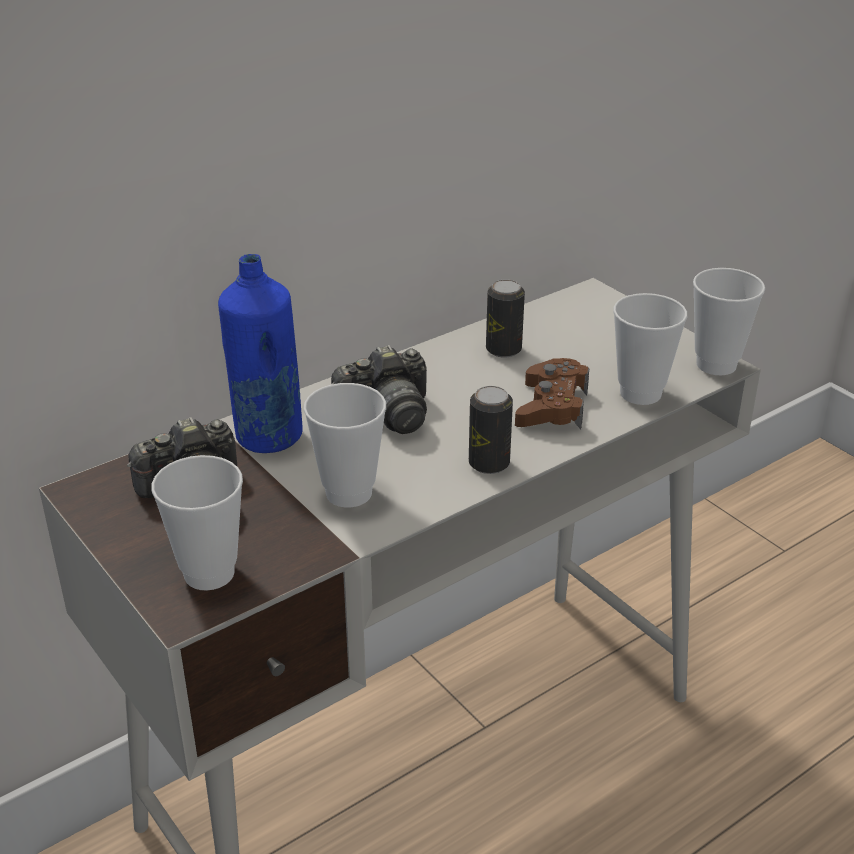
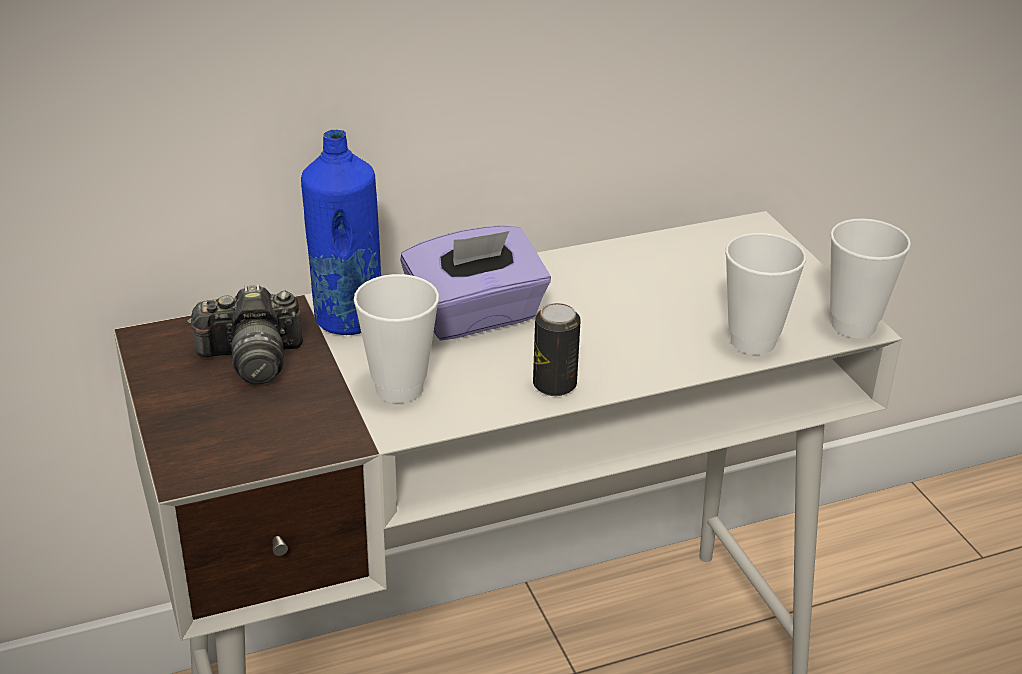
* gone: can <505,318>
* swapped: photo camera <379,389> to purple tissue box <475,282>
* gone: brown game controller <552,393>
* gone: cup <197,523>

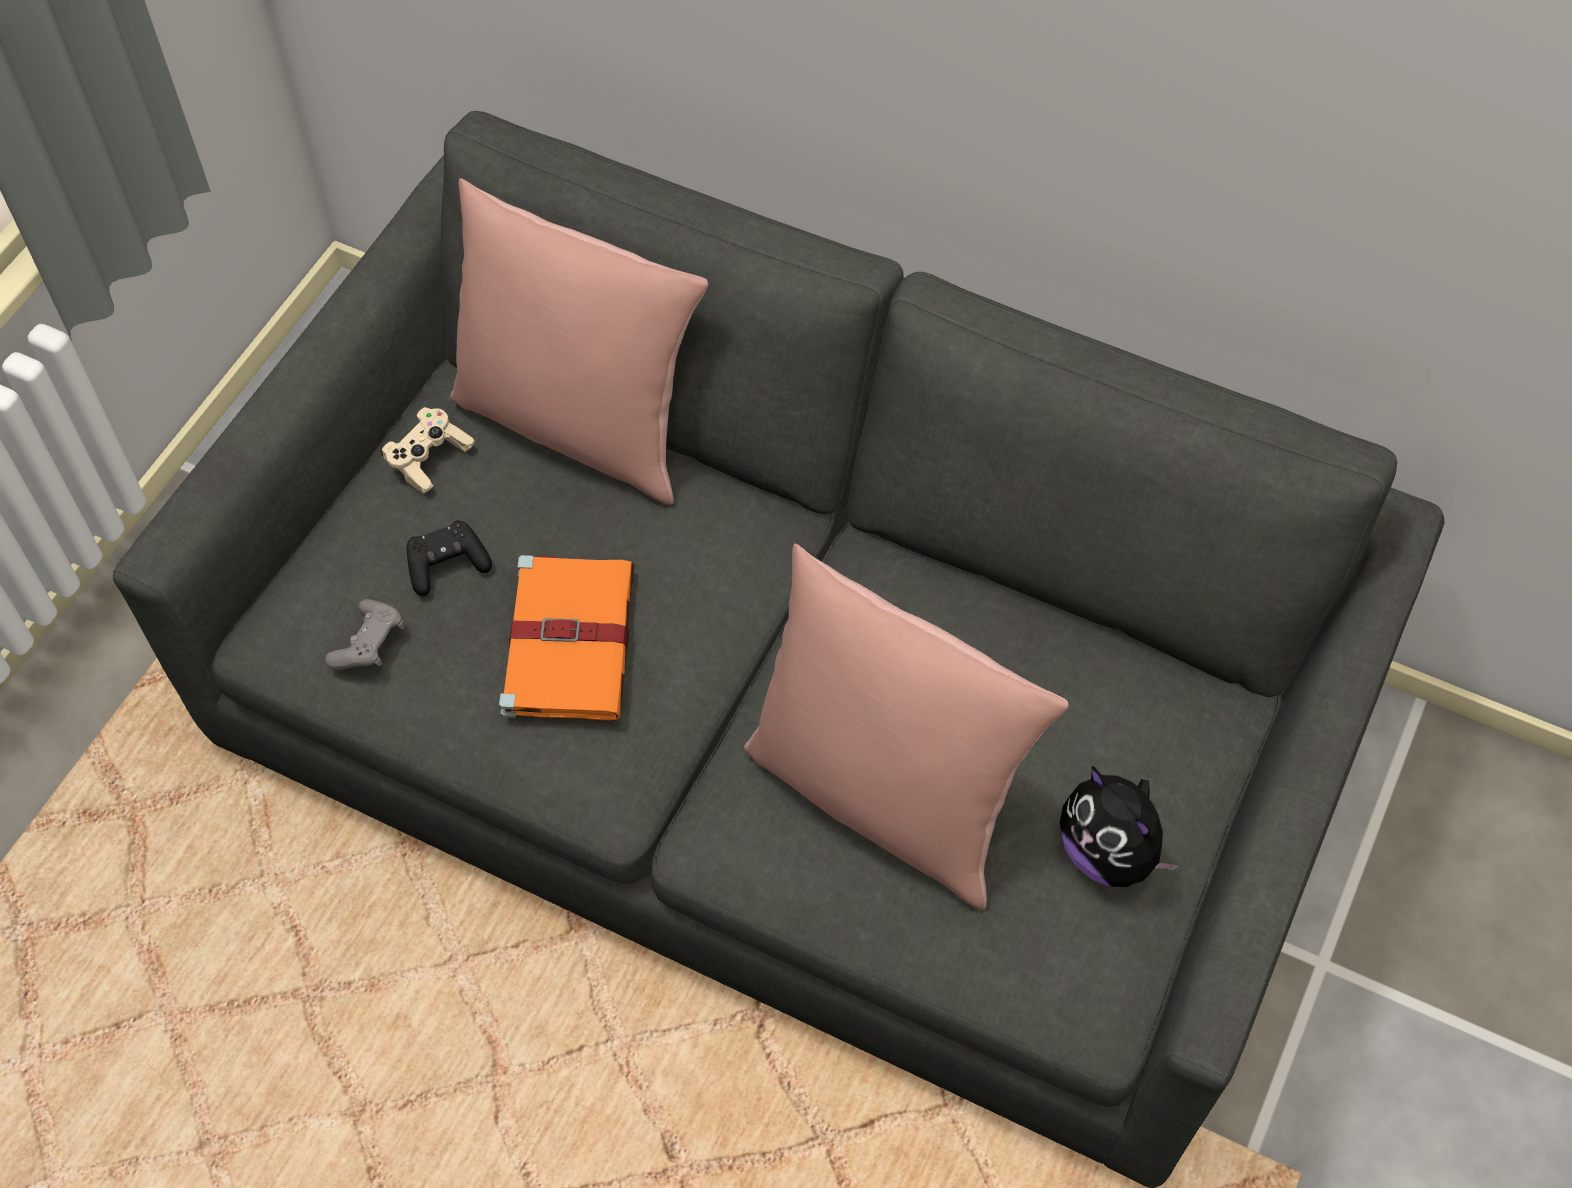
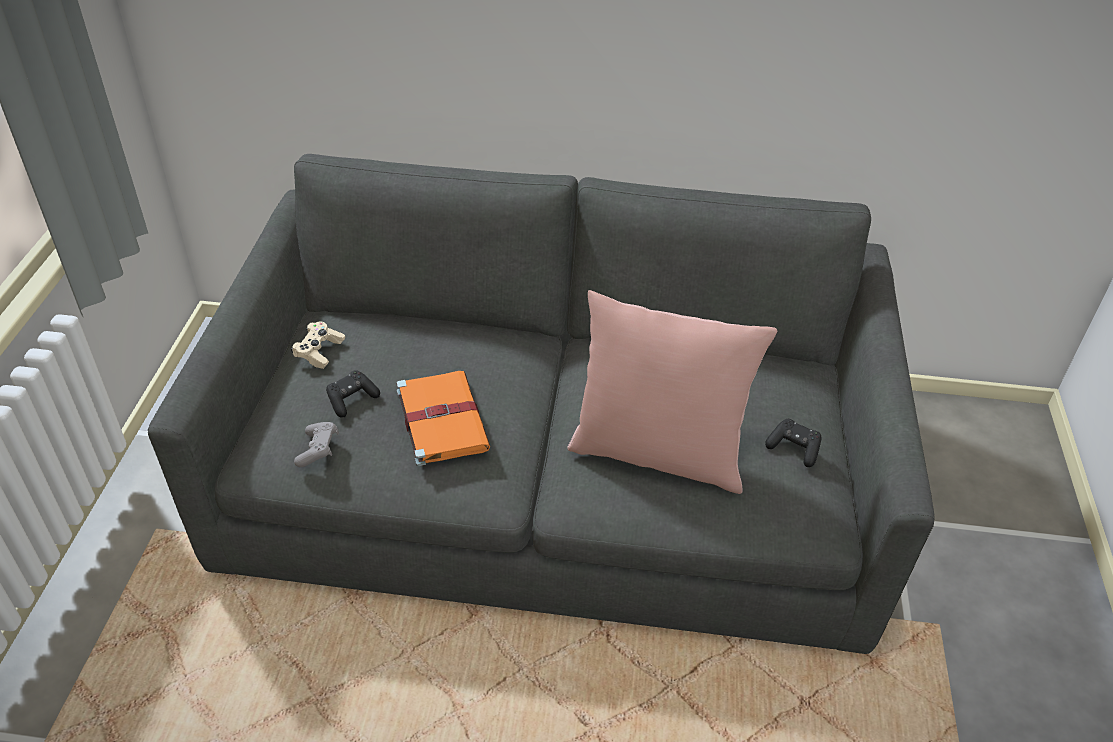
* gone: pink pillow <579,341>
* swapped: plush toy <1119,826> to black game controller <793,443>

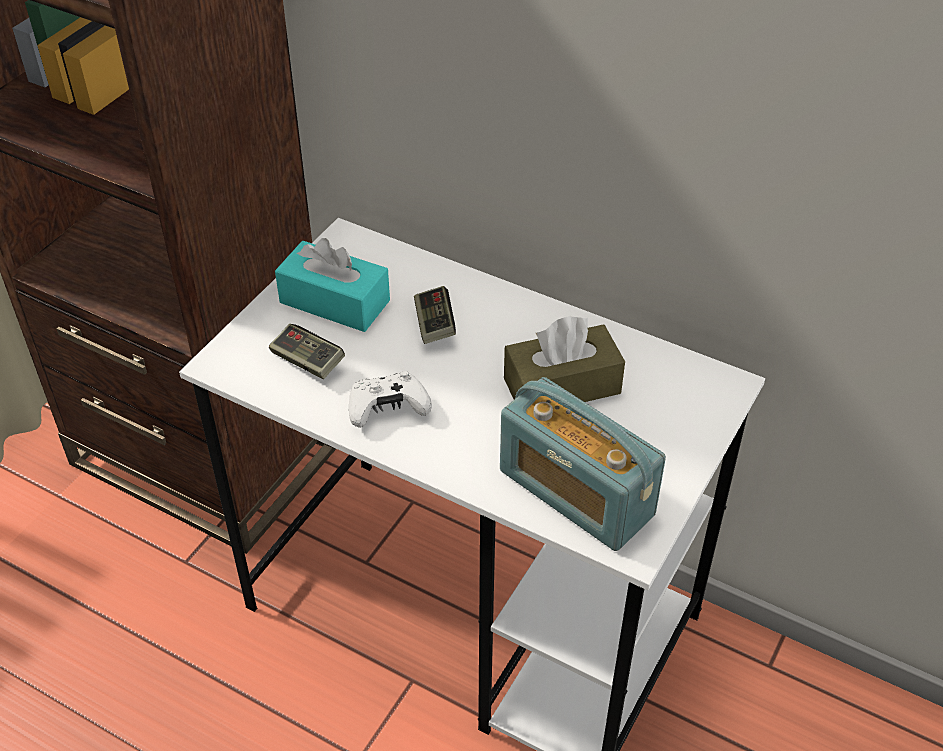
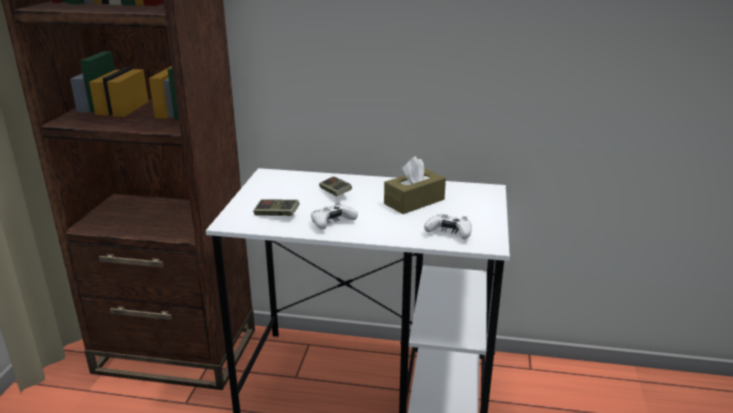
* gone: turquoise tissue box <332,285>
* swapped: radio <583,464> to white game controller <448,226>

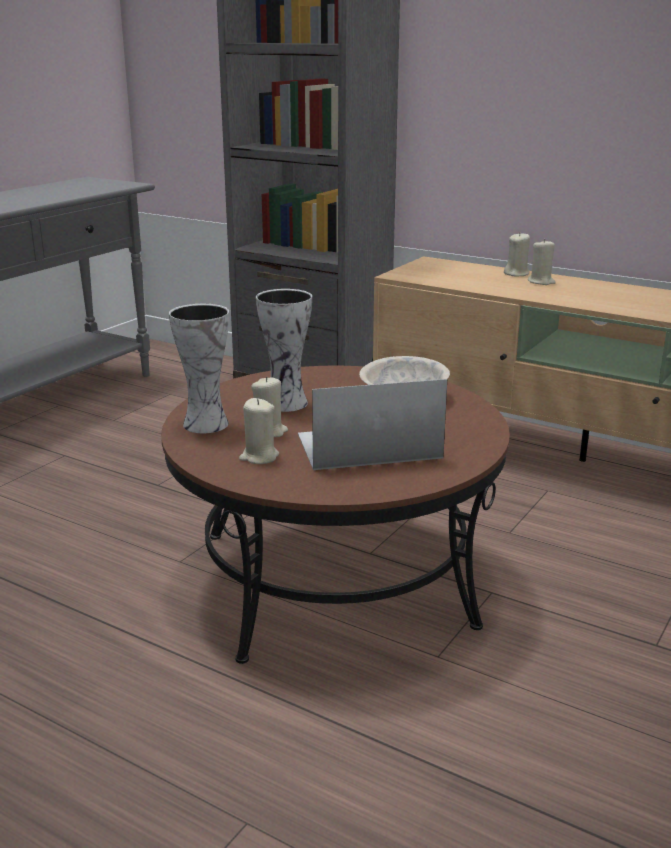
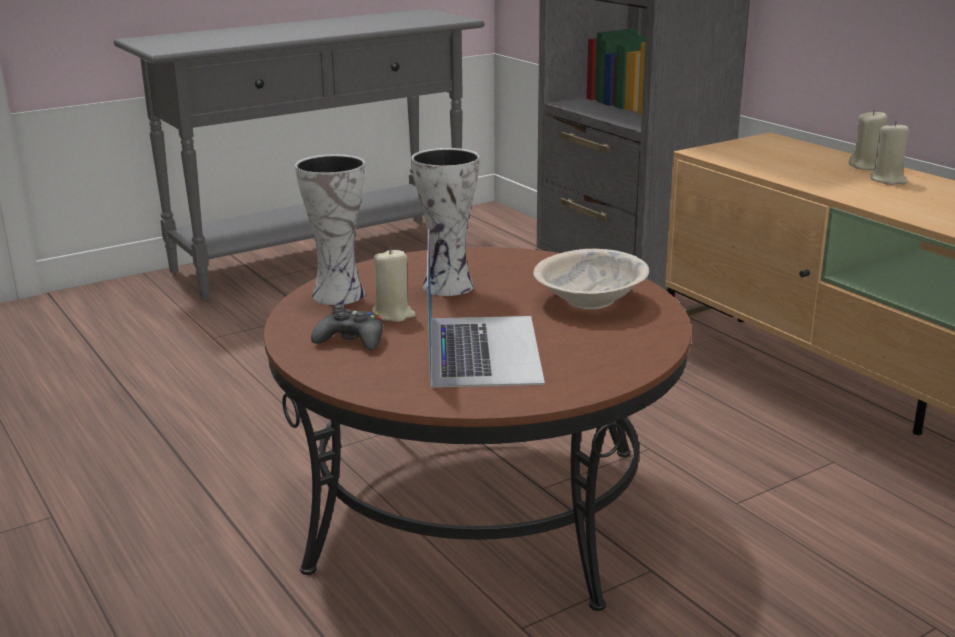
* rotated: laptop <372,424> = <486,308> 75 degrees clockwise
* swapped: beige candle <259,431> to black game controller <347,327>

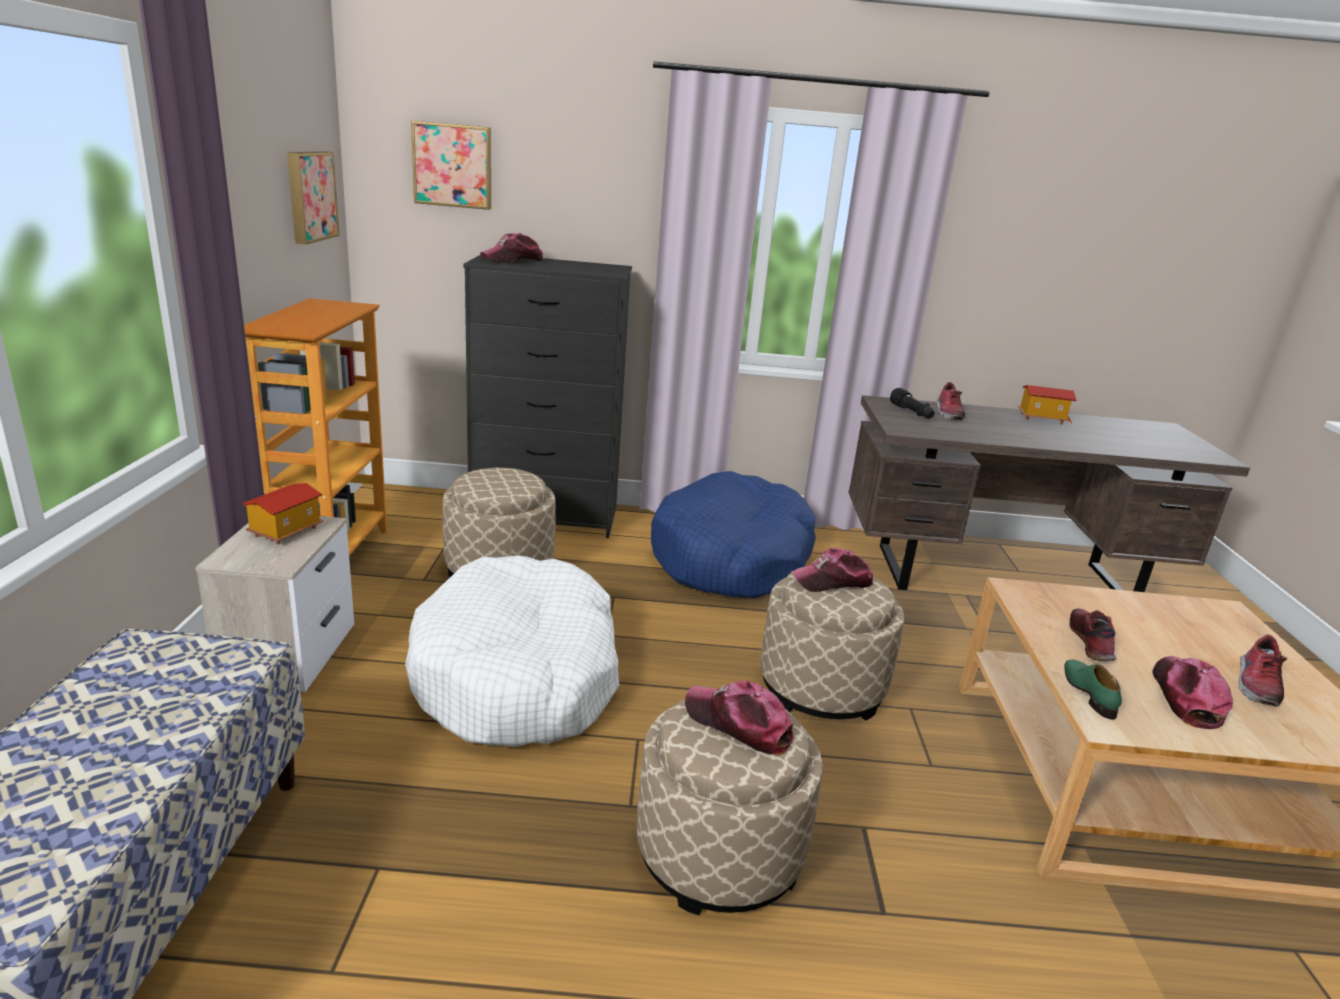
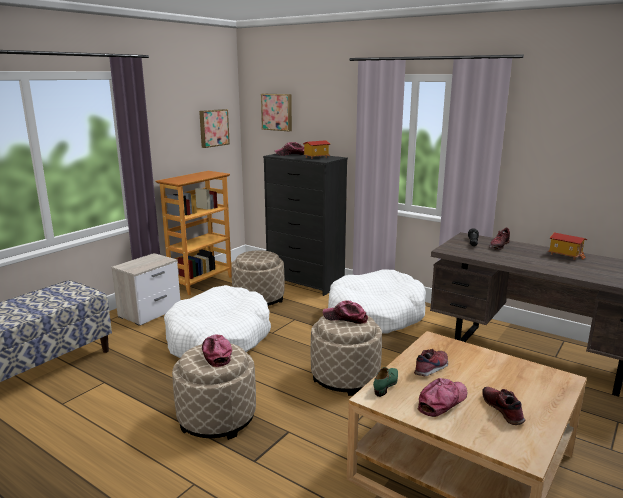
* repainted: blue dog bed <733,534> to white dog bed <377,301>
* shifted: toy house <282,514> to <316,149>
* rotated: shoe <1262,671> = <504,406> 105 degrees clockwise

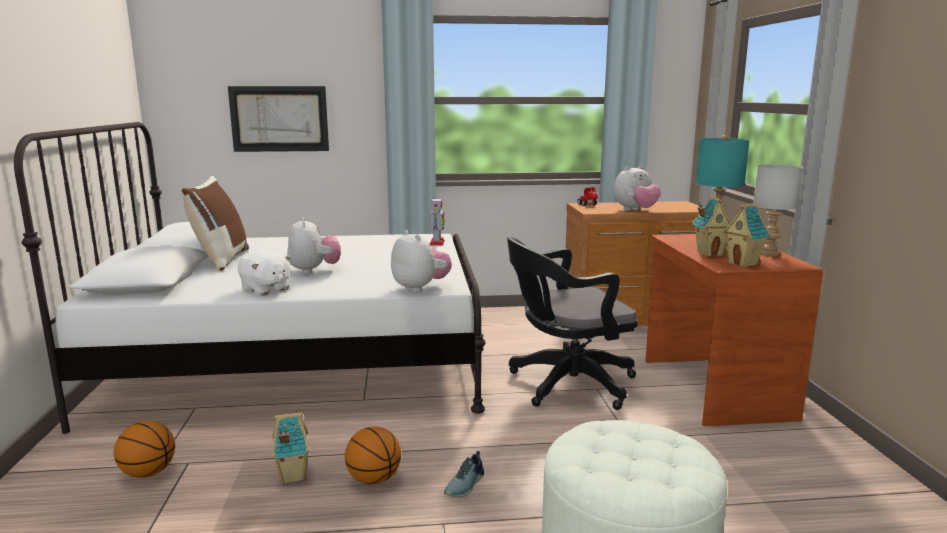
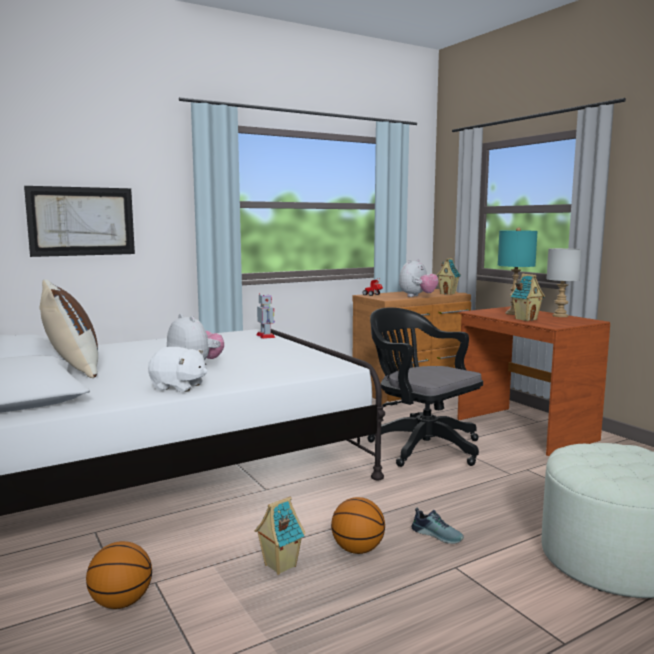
* shifted: toy house <746,235> to <449,276>
* gone: plush toy <421,261>
* rotated: black office chair <572,323> = <425,387> 90 degrees clockwise
* rotated: shoe <464,474> = <437,526> 60 degrees counterclockwise

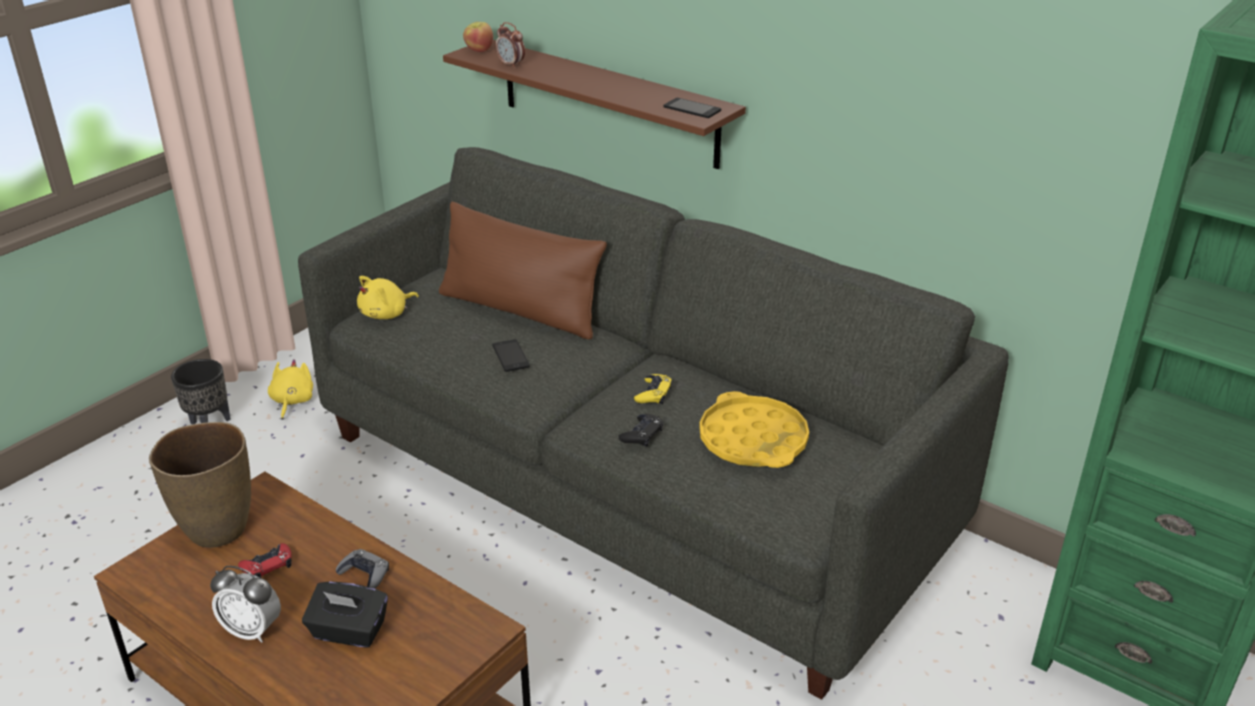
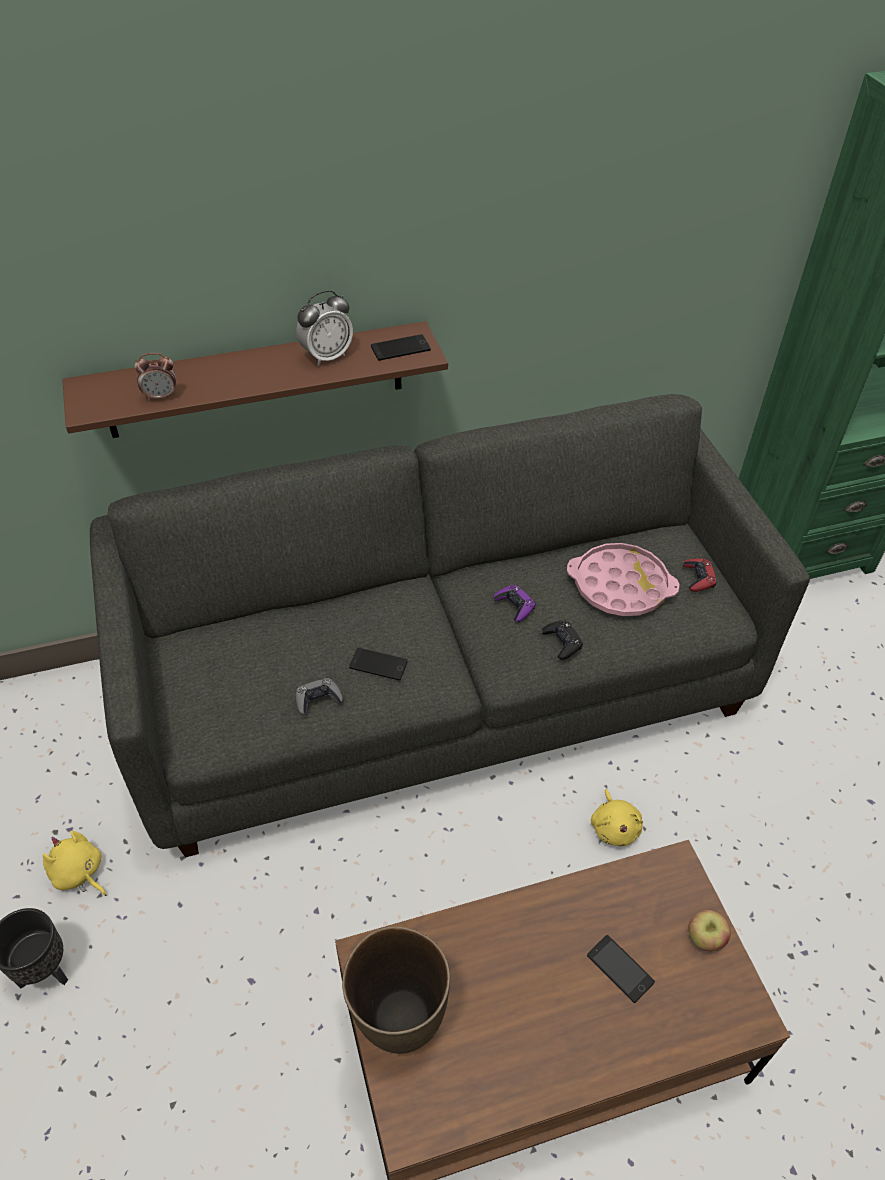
* shifted: apple <478,37> to <709,930>
* gone: brown pillow <523,271>
* shifted: yellow plush toy <388,297> to <617,818>
* repainted: yellow game controller <653,389> to purple game controller <514,603>
* repainted: yellow tray <754,429> to pink tray <623,579>
* shifted: red game controller <265,560> to <700,575>
* shifted: grey game controller <362,569> to <319,696>
* shifted: alarm clock <245,604> to <324,328>
* swapped: black tissue box <345,614> to phone <621,969>

